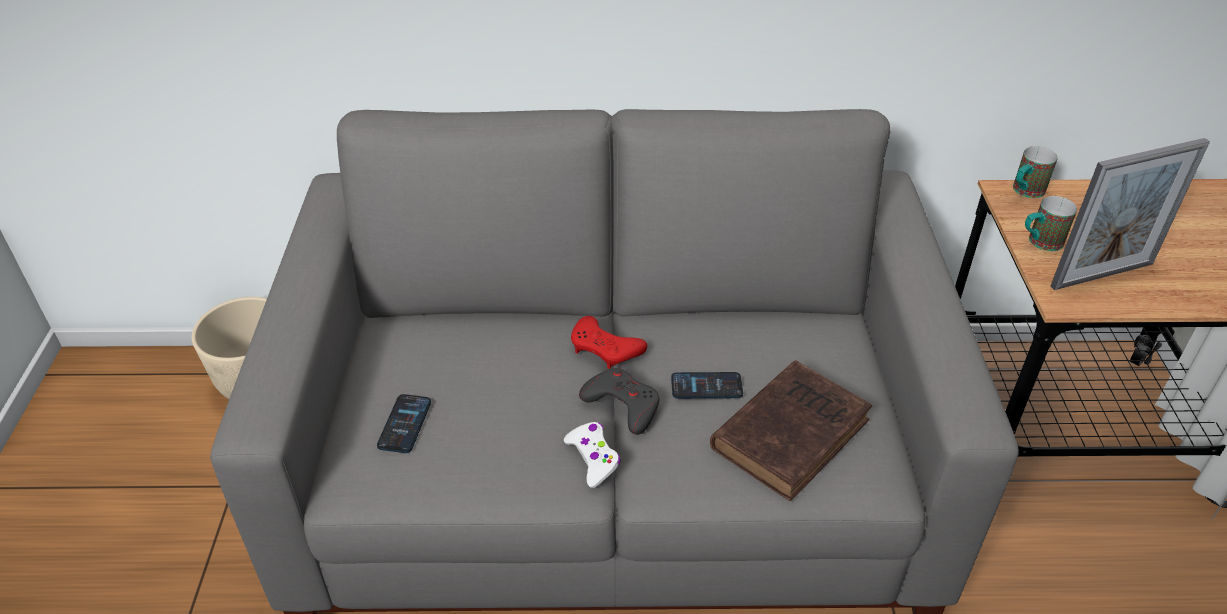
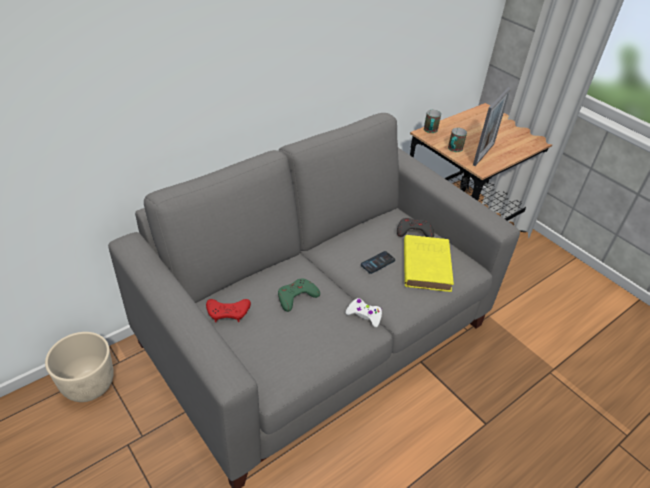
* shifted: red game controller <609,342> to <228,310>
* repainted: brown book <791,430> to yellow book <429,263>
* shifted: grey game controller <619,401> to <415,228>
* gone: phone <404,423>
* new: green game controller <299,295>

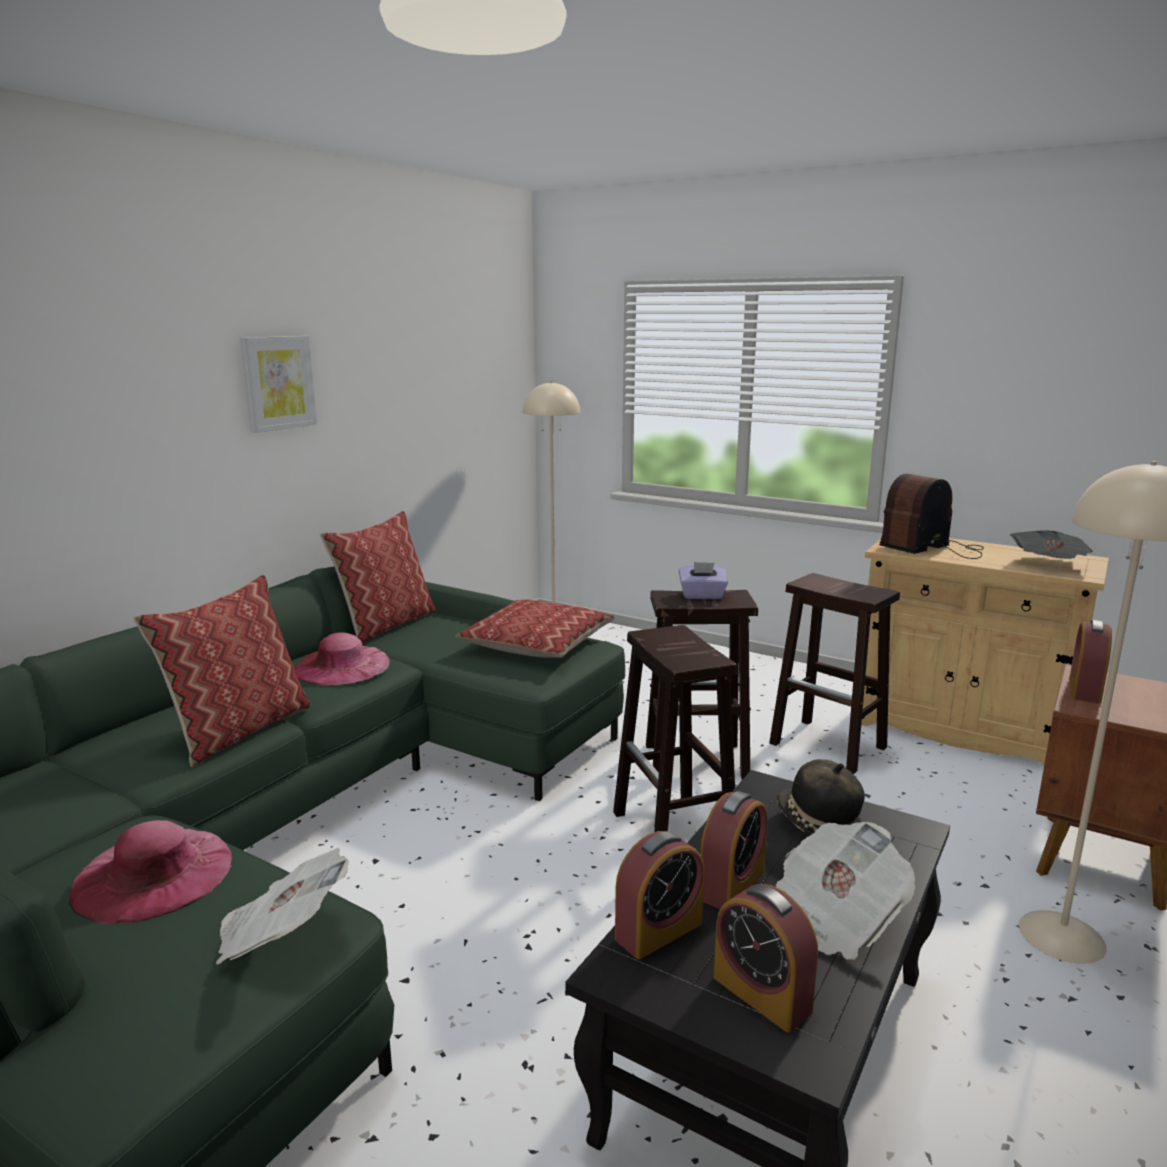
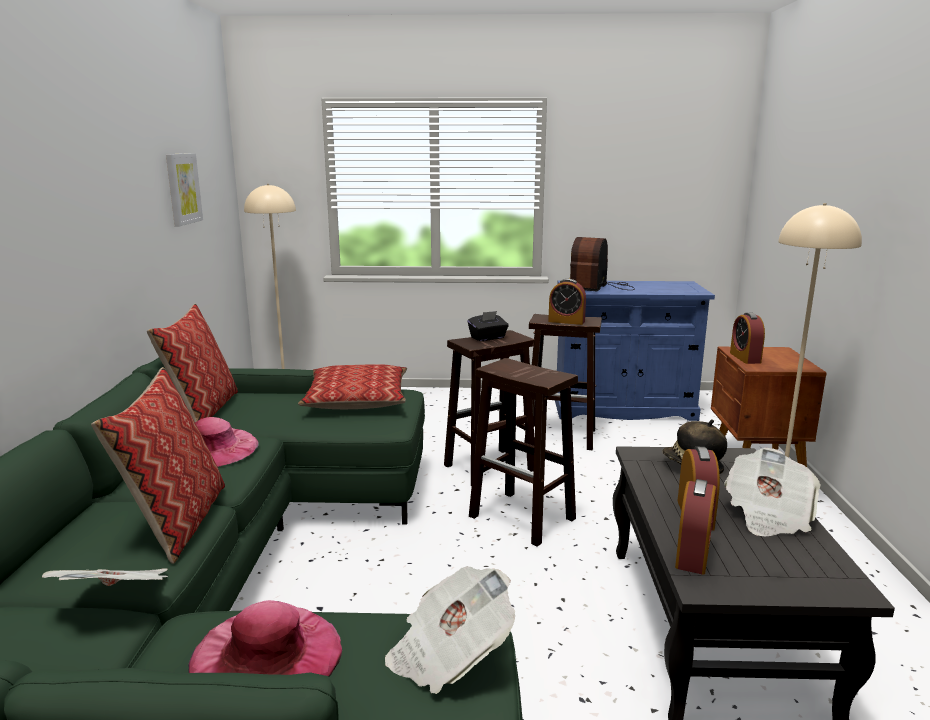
* shifted: picture <278,384> to <184,190>
* shifted: newspaper <1051,544> to <105,577>
* repainted: beige cabinet <985,651> to blue cabinet <635,350>
* repainted: purple tissue box <703,580> to black tissue box <488,326>
* shifted: alarm clock <766,958> to <567,302>

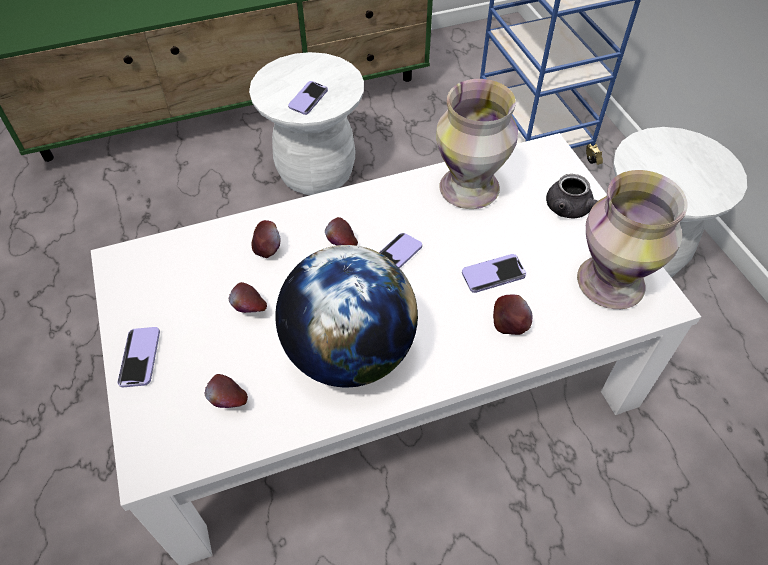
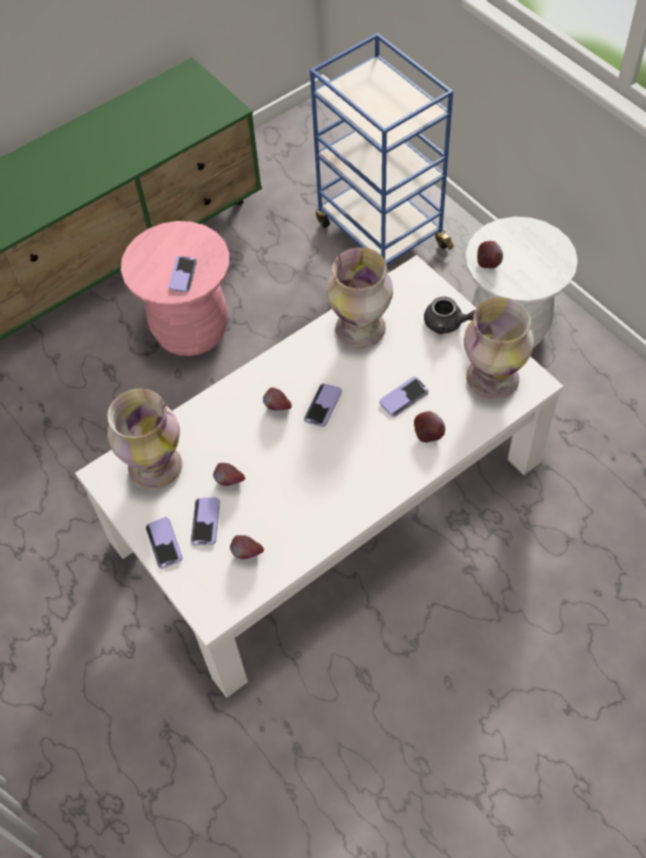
* repainted: white stool <306,123> to pink stool <175,288>
* shifted: apple <266,239> to <490,254>
* gone: globe <346,316>
* new: vase <144,439>
* new: phone <205,521>

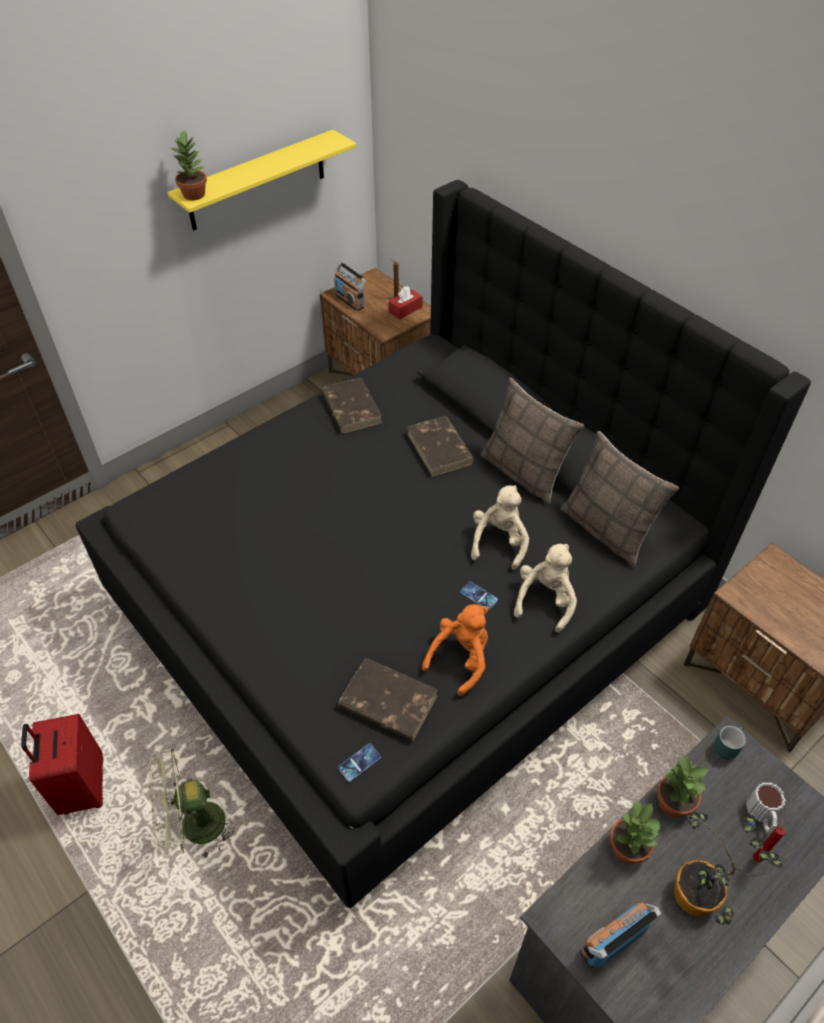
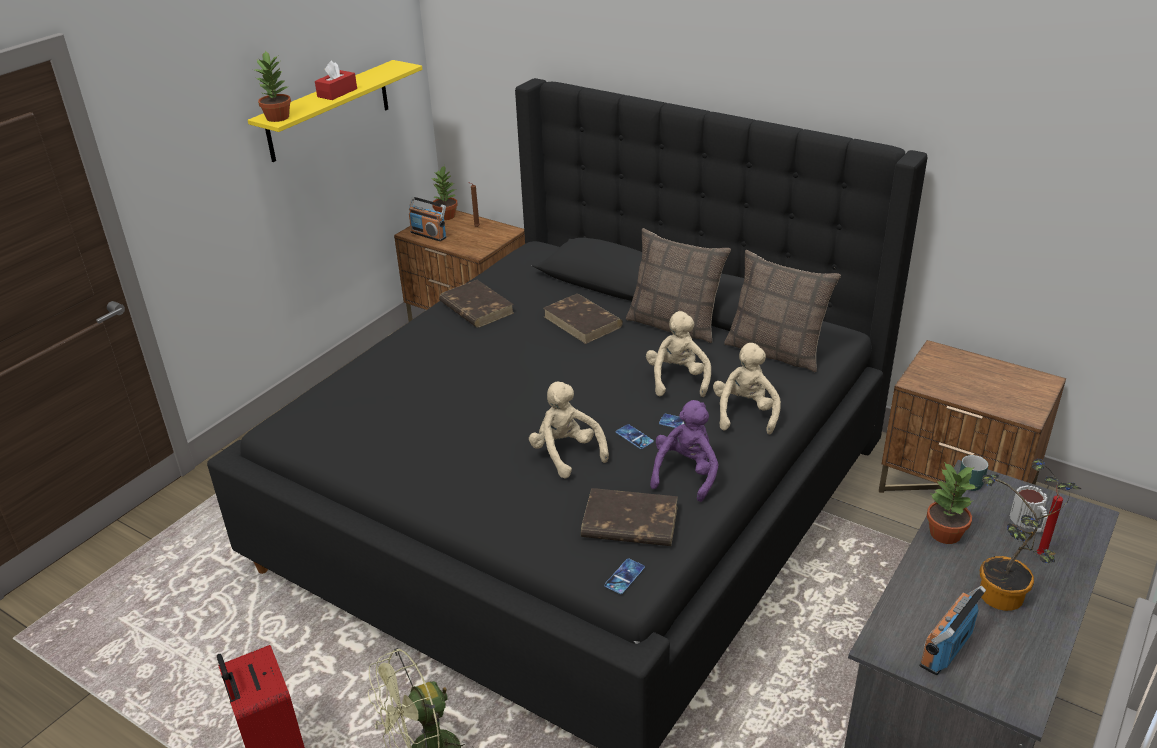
* shifted: red tissue box <405,303> to <336,80>
* repainted: orange plush toy <455,650> to purple plush toy <684,451>
* shifted: potted plant <635,832> to <444,192>
* new: beige plush toy <569,430>
* new: phone <635,436>

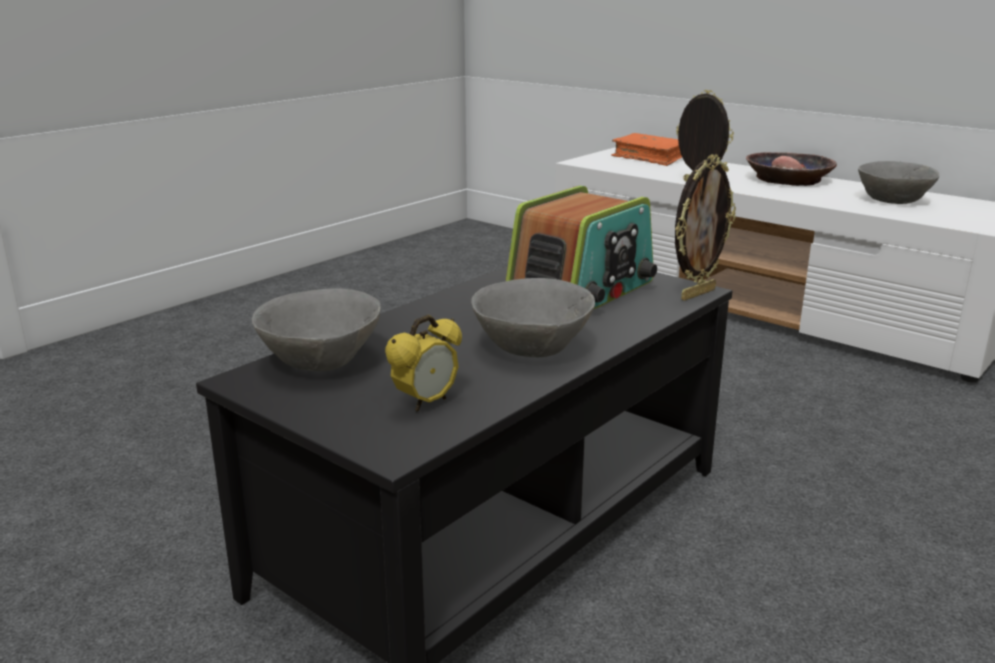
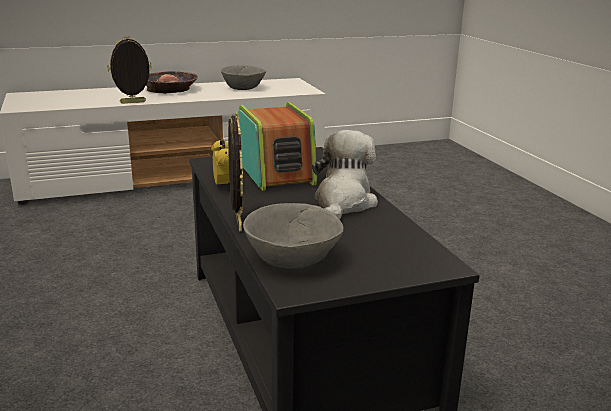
* gone: orange book <646,149>
* shifted: picture frame <705,227> to <235,171>
* swapped: grey bowl <533,317> to plush toy <345,175>
* shifted: alarm clock <423,363> to <220,164>

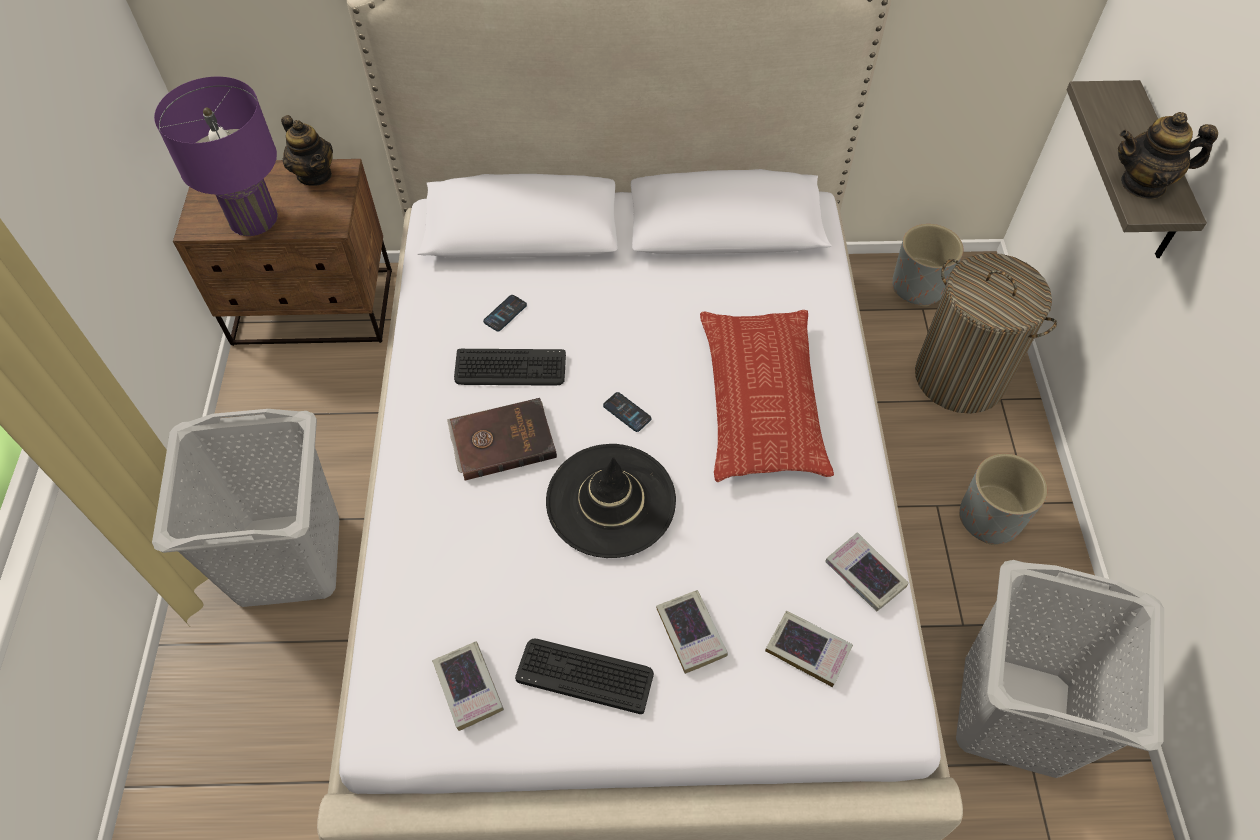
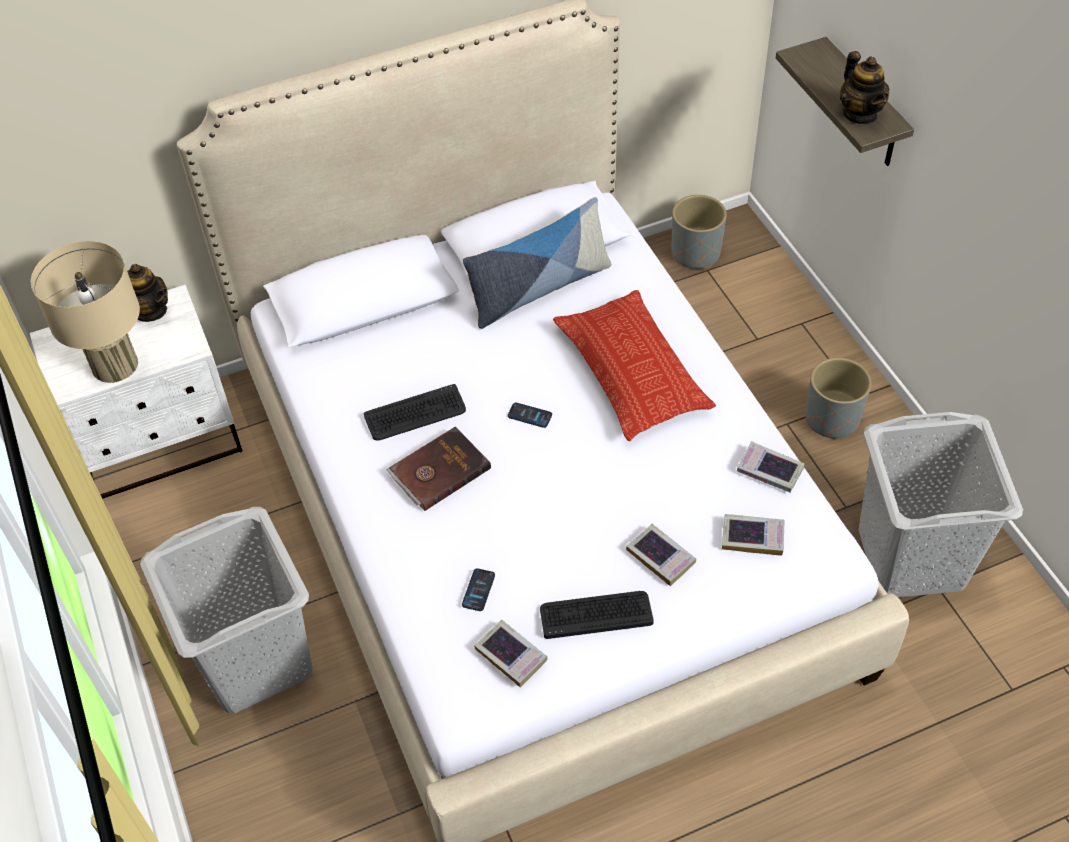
* repainted: purple table lamp <216,156> to beige table lamp <85,312>
* rotated: teapot <1168,155> = <865,87> 90 degrees counterclockwise
* repainted: brown nightstand <282,252> to white nightstand <136,392>
* gone: laundry basket <986,333>
* shifted: phone <505,313> to <478,589>
* gone: black hat <611,501>
* new: pillow <537,263>

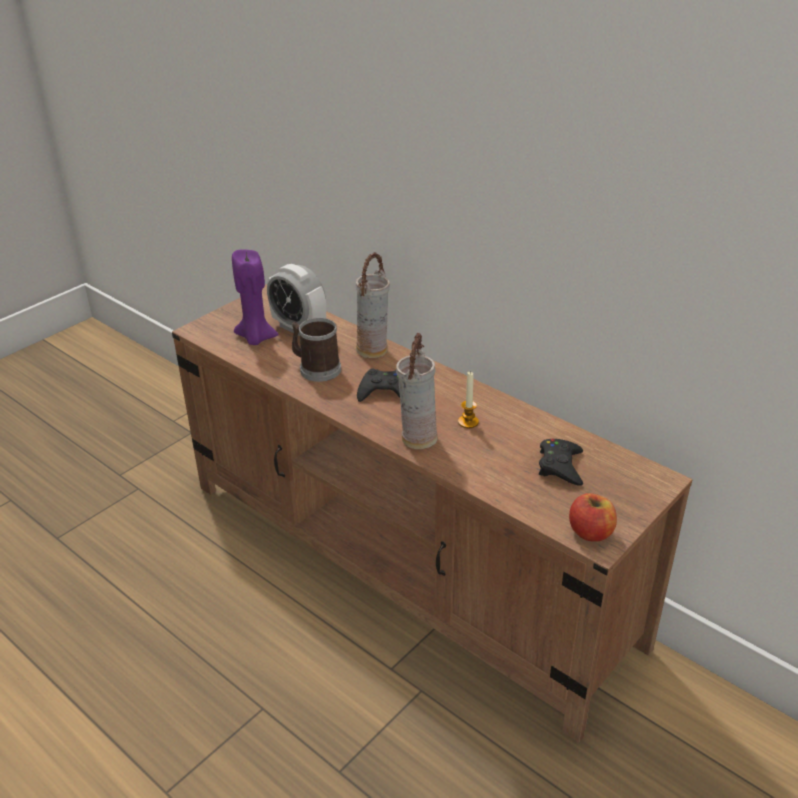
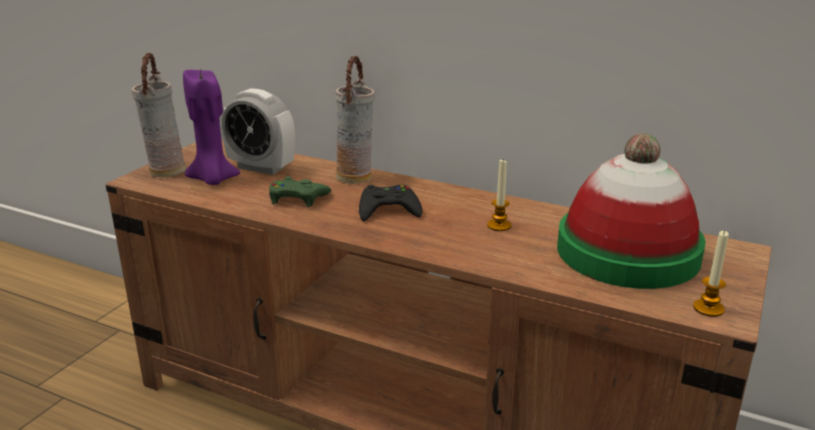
* swapped: mug <316,350> to green game controller <300,191>
* shifted: vase <417,391> to <159,115>
* swapped: black game controller <561,462> to hat <631,211>
* swapped: apple <593,517> to candle <711,273>

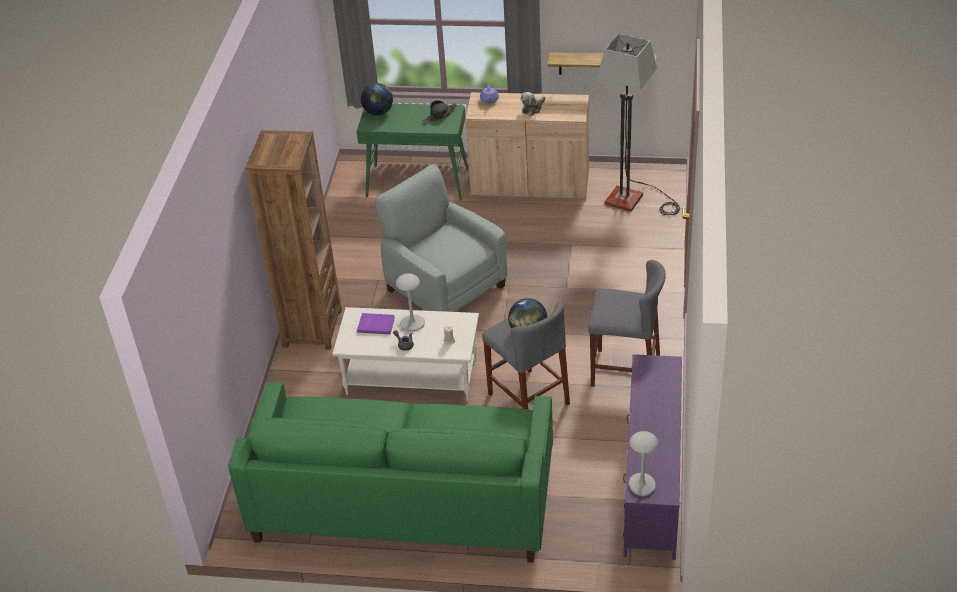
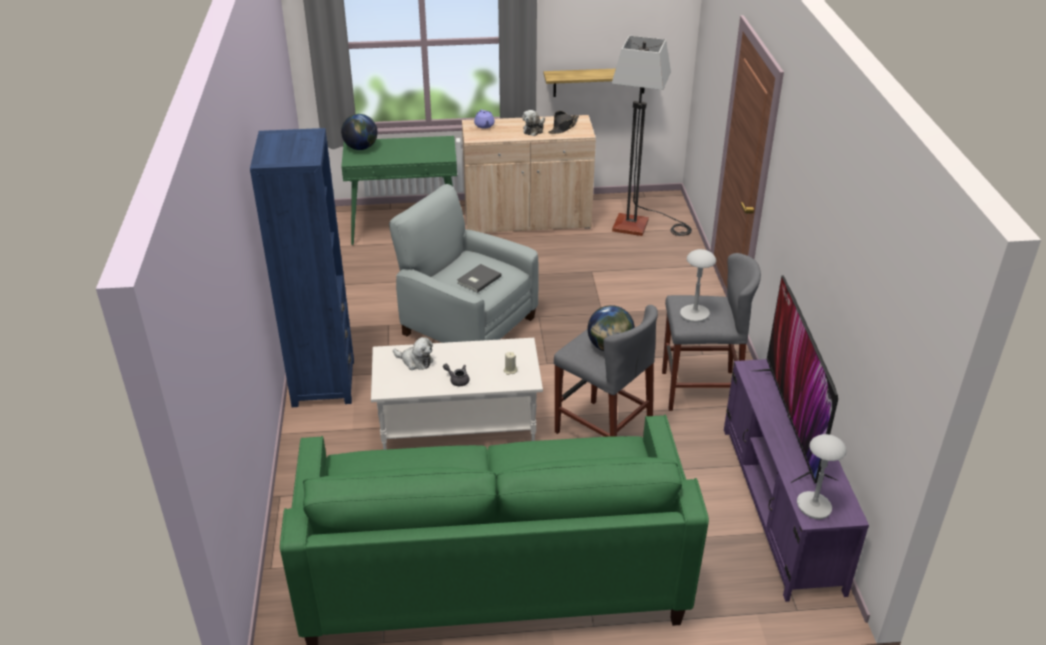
* shifted: black hat <440,111> to <563,122>
* repainted: brown bookcase <293,240> to blue bookcase <302,267>
* shifted: grey table lamp <410,302> to <698,285>
* swapped: purple book <376,323> to plush toy <413,353>
* new: grey book <479,278>
* new: television <796,379>

